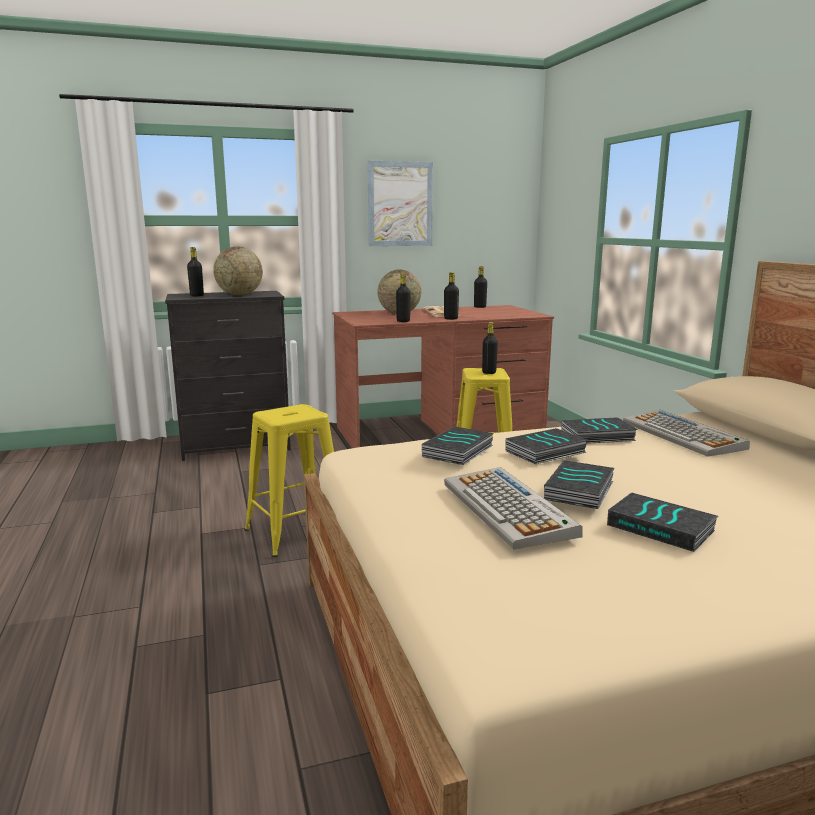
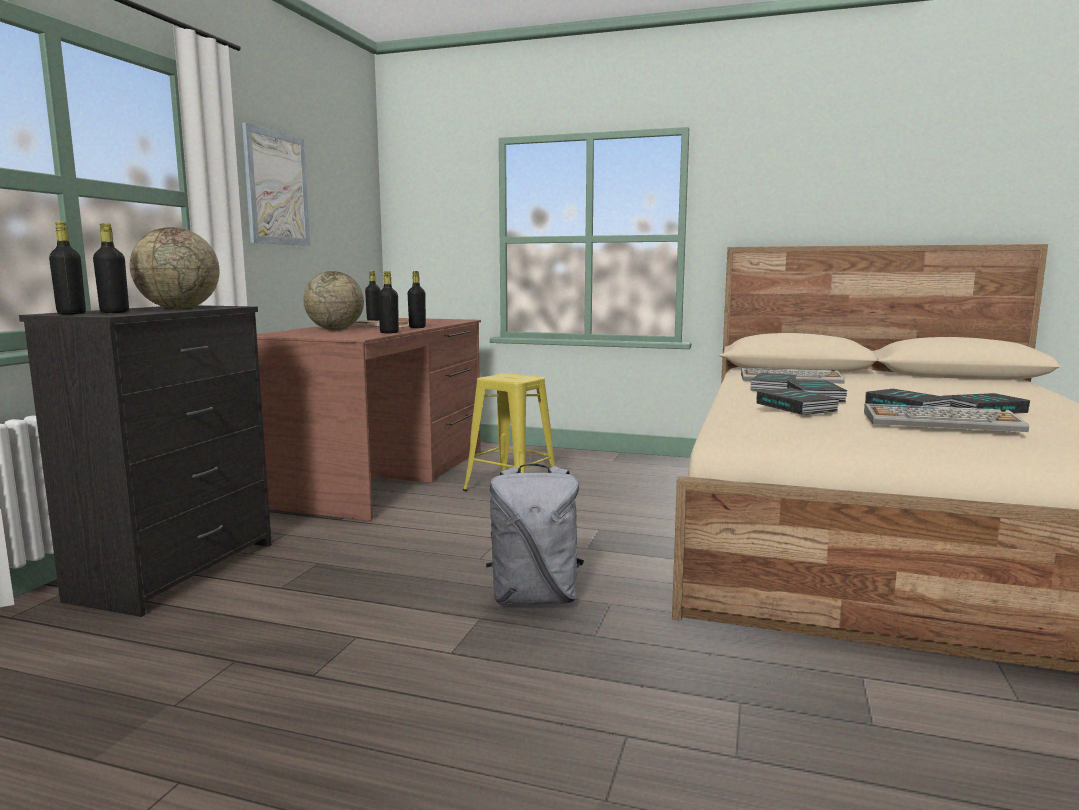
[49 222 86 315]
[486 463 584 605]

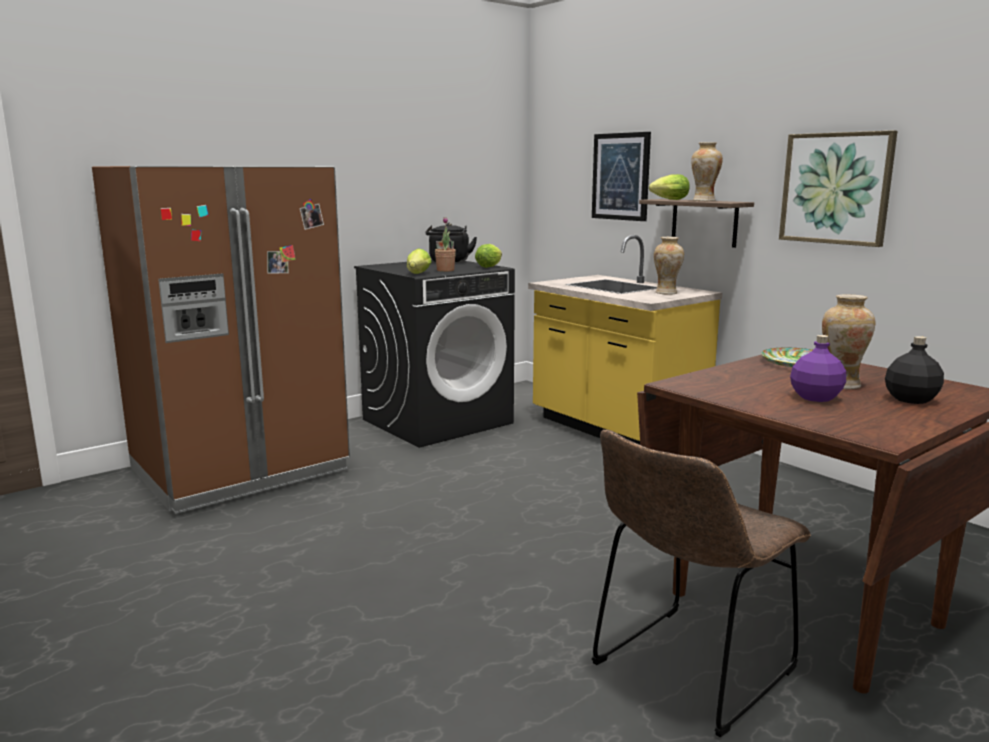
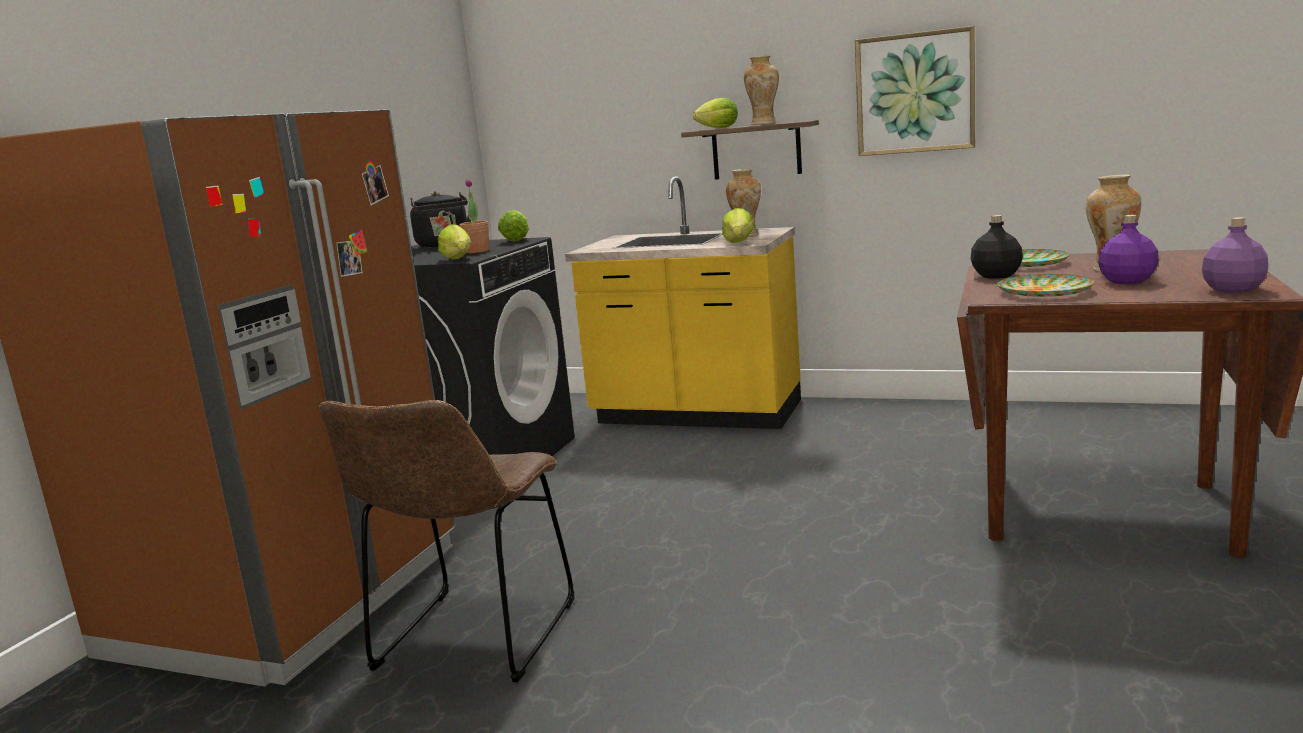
[592 132 651 221] (first image)
[722 208 754 243]
[997 274 1094 297]
[1202 217 1268 293]
[319 400 574 682]
[971 215 1023 279]

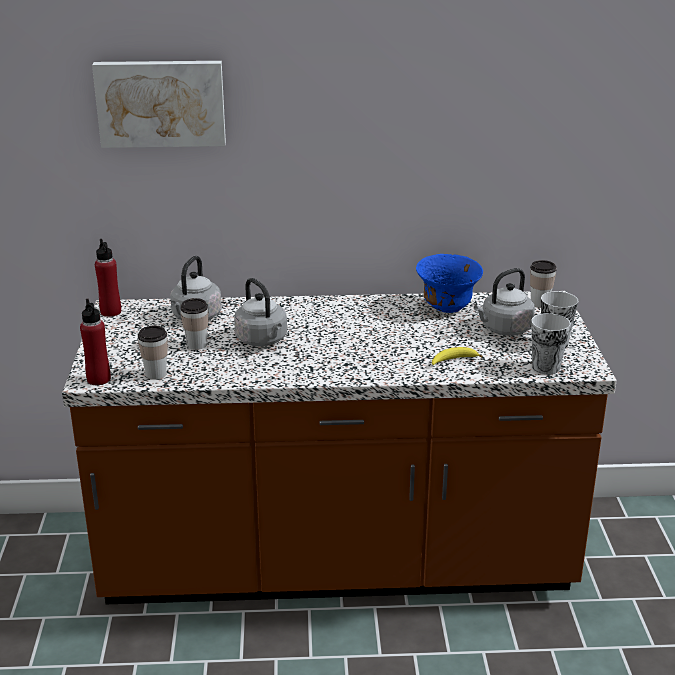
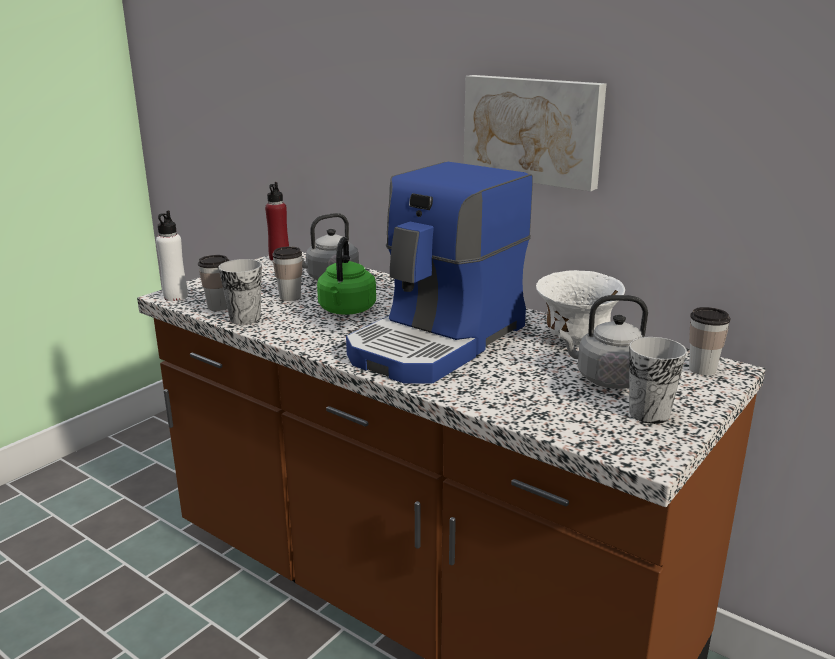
[432 347 483 365] (first image)
[346 162 533 384]
[464 75 606 192]
[219 259 262 325]
[156 211 188 301]
[317 237 376 315]
[536 270 625 346]

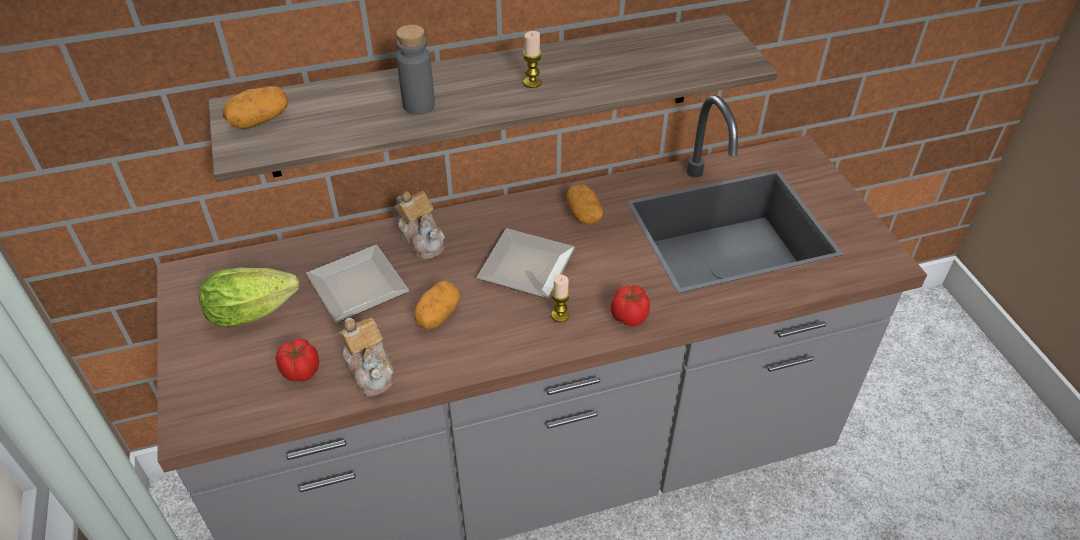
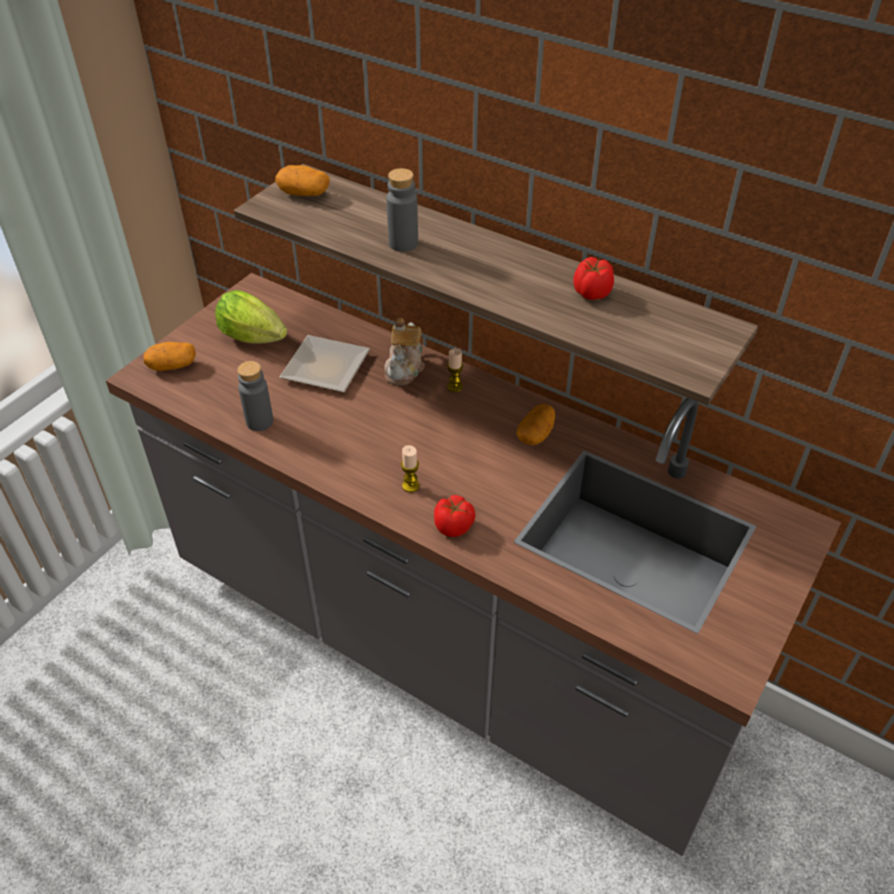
[477 229 575 299] (first image)
[573 257 614 300]
[144 342 196 371]
[447 348 463 393]
[237 361 273 431]

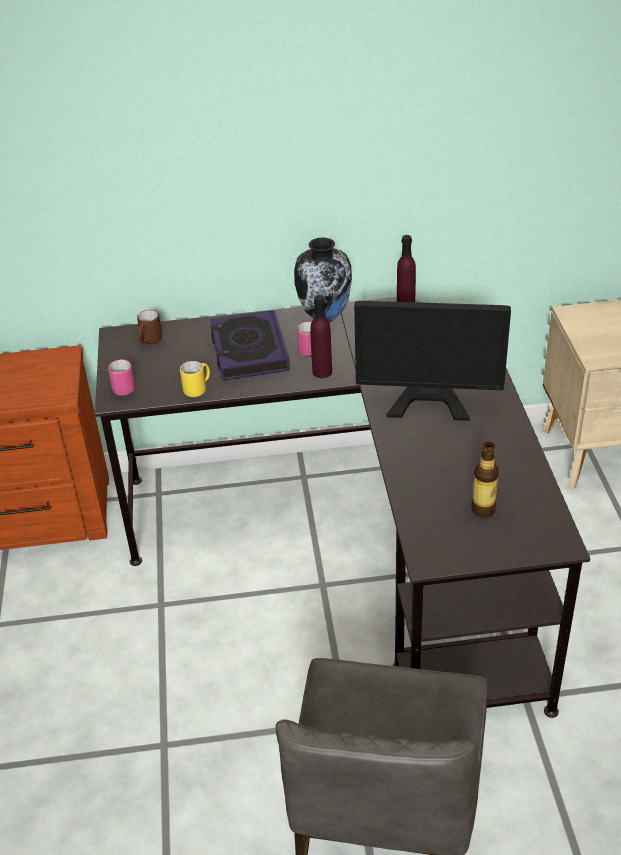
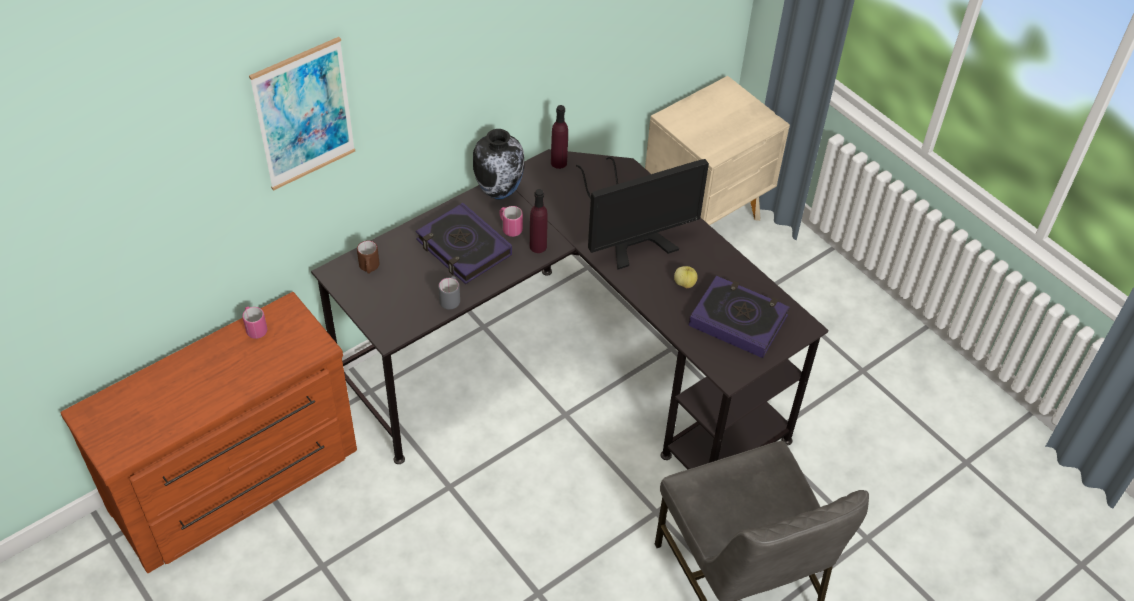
[249 37 355 191]
[674 266 698 288]
[242 307 267 339]
[689 276 790 358]
[438 276 460 309]

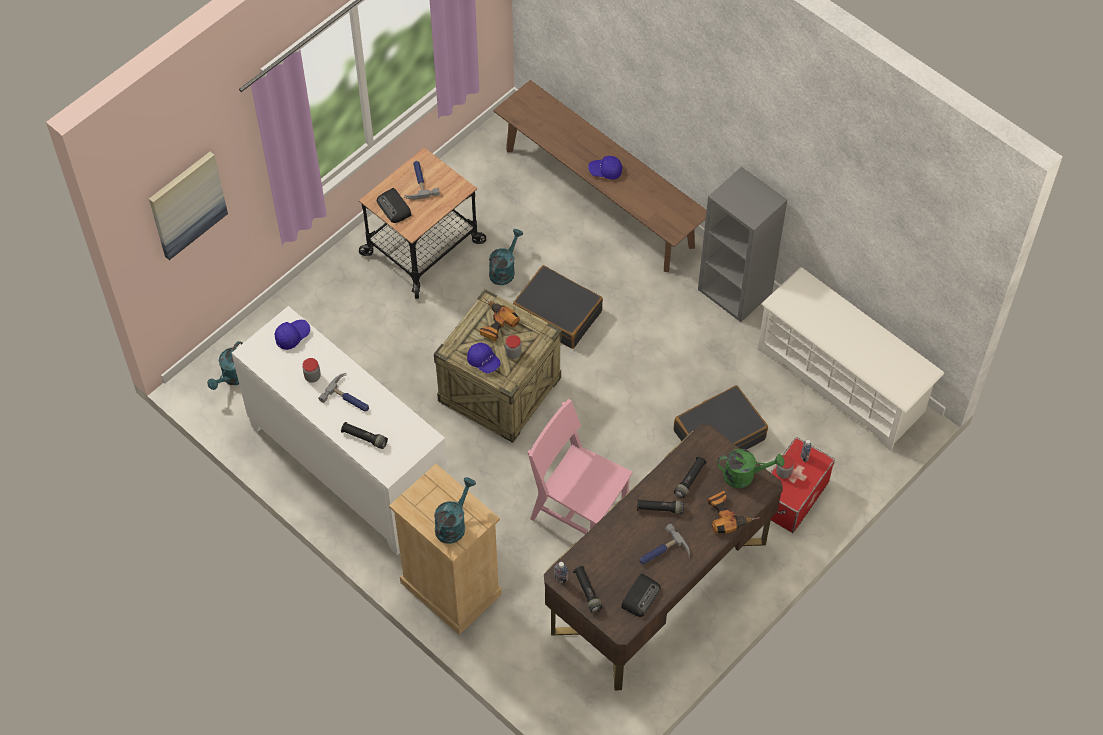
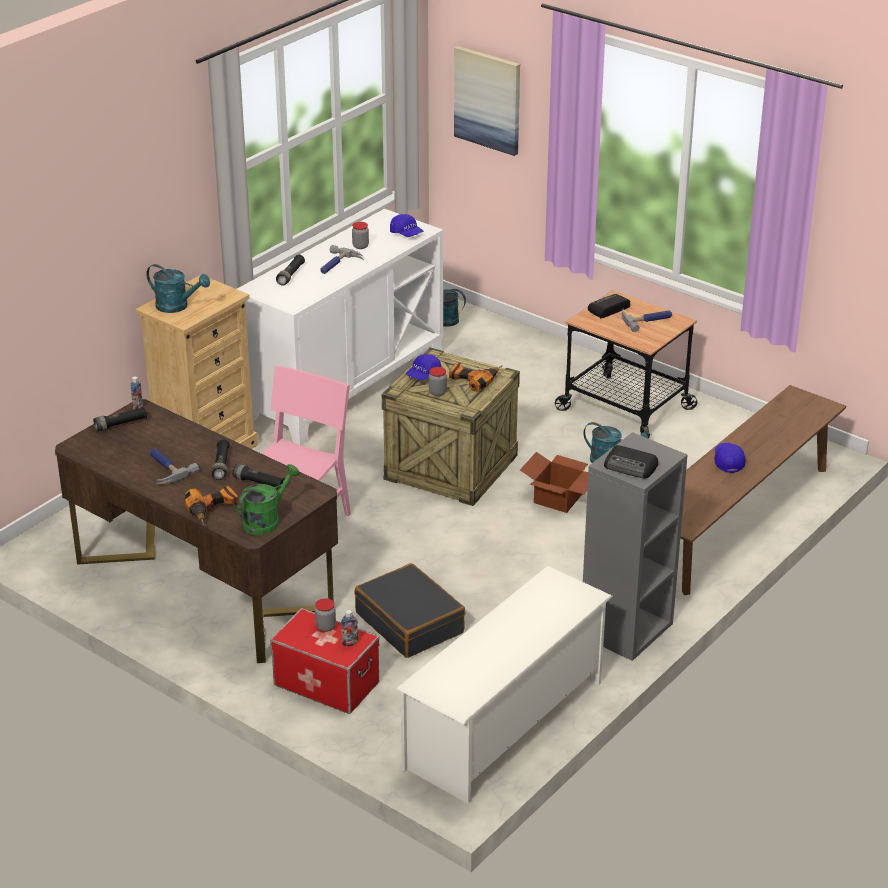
[604 445 658 478]
[520 452 588 513]
[237 464 300 535]

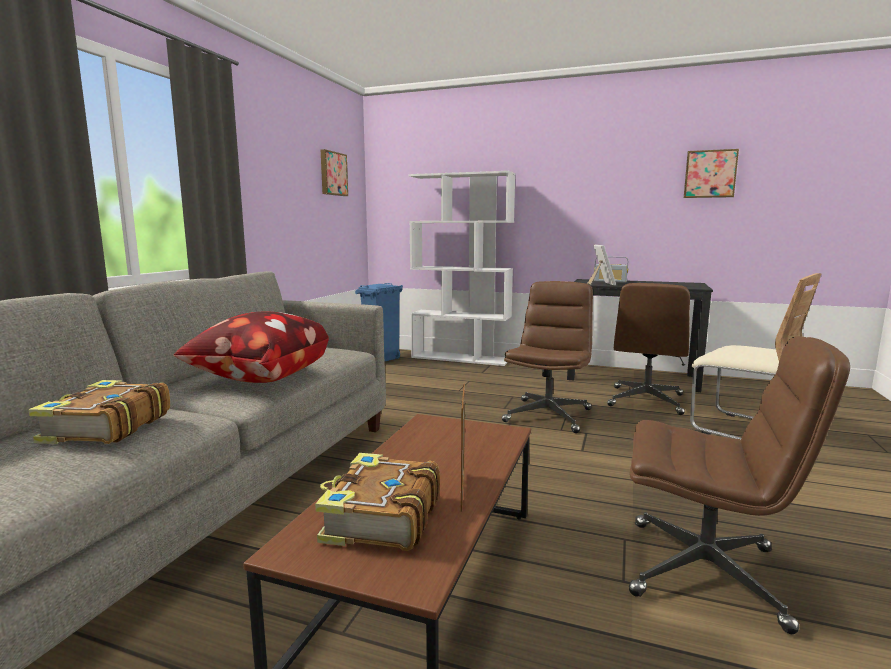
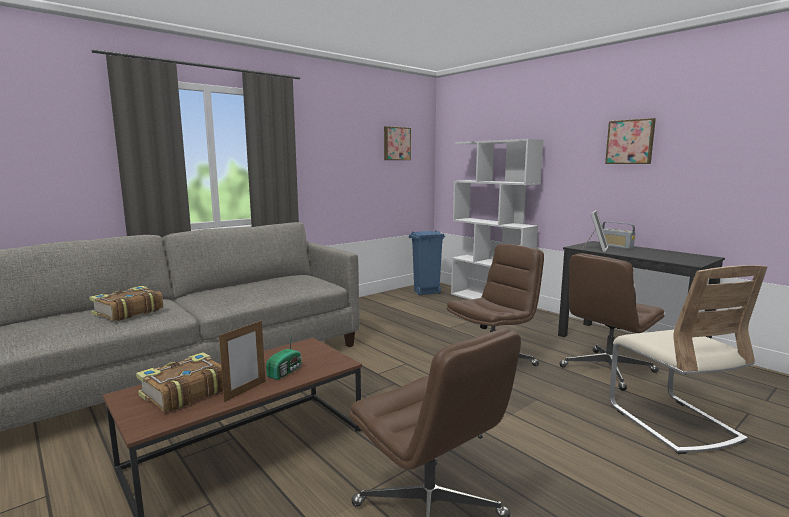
[173 311 329 383] (first image)
[266 330 302 380]
[605 118 656 164]

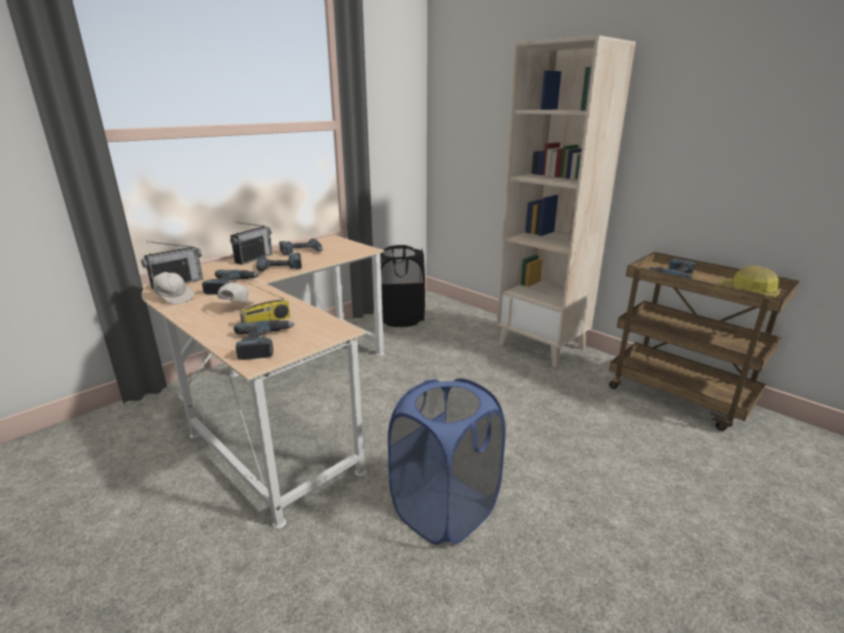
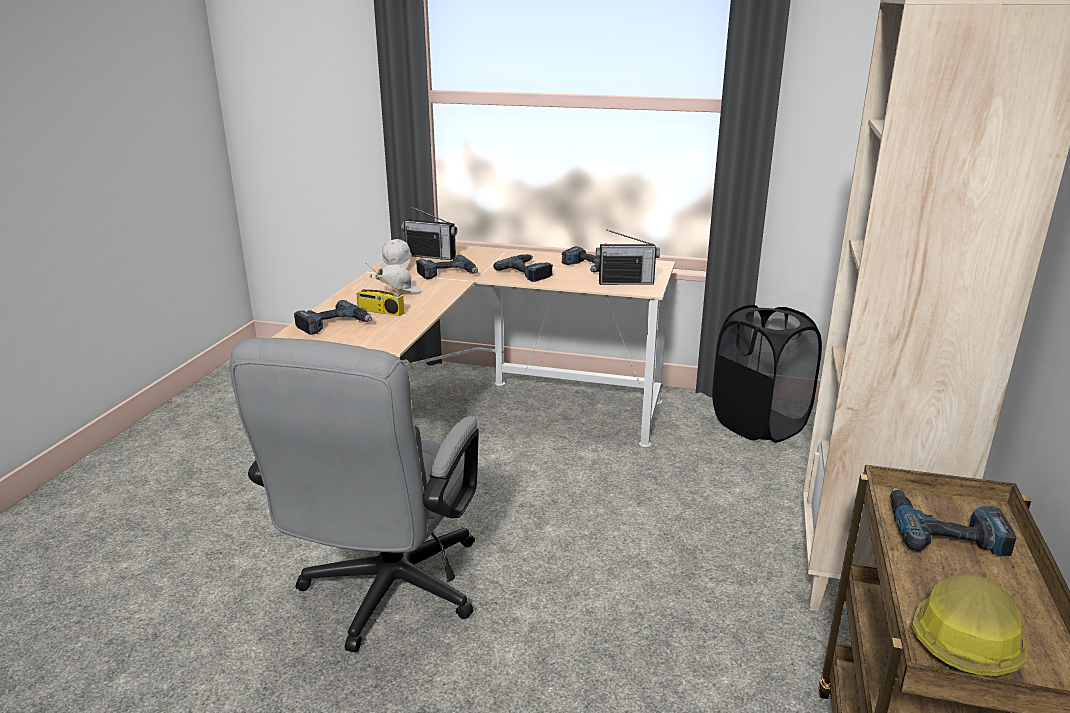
[596 229 660 285]
[230 338 479 652]

